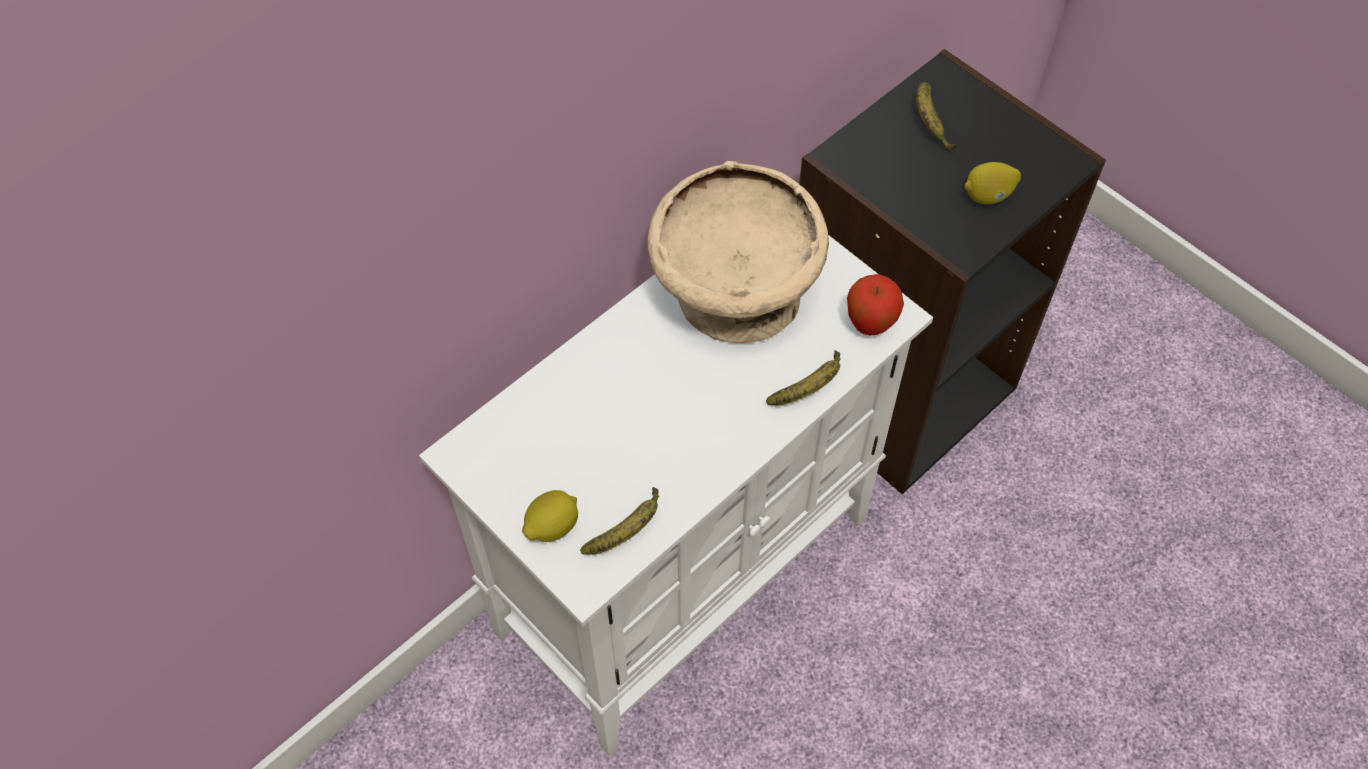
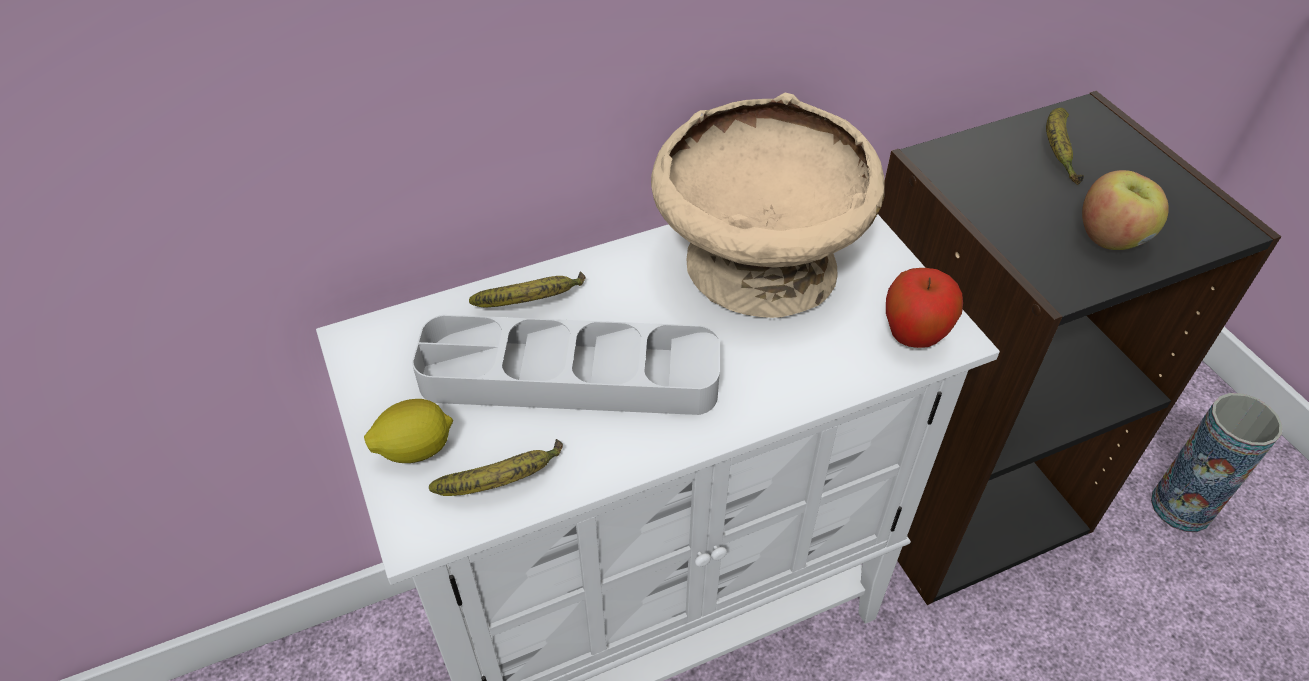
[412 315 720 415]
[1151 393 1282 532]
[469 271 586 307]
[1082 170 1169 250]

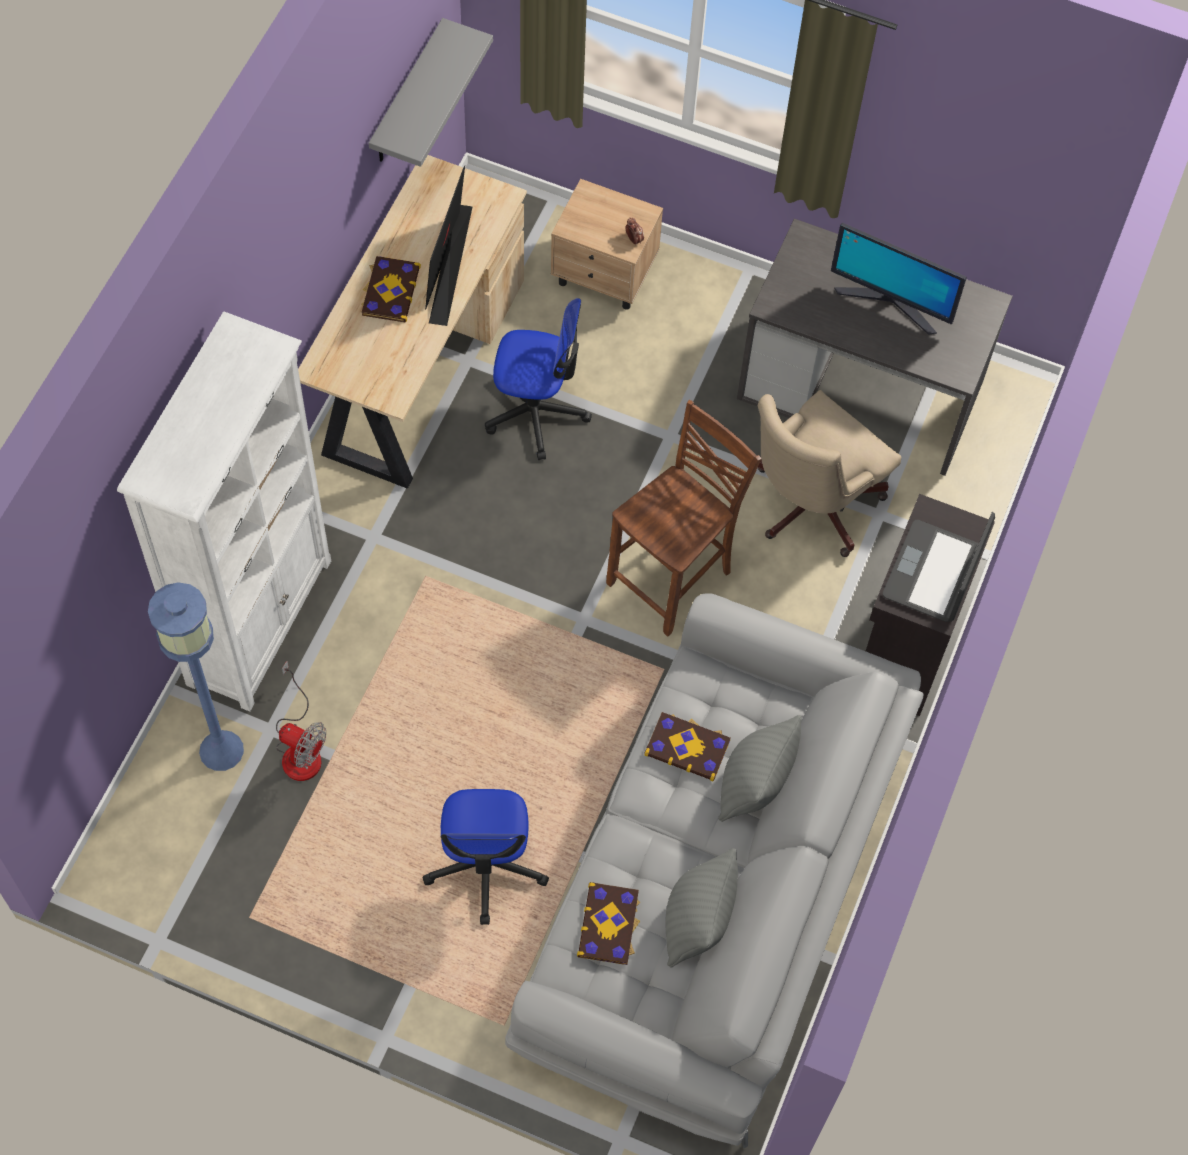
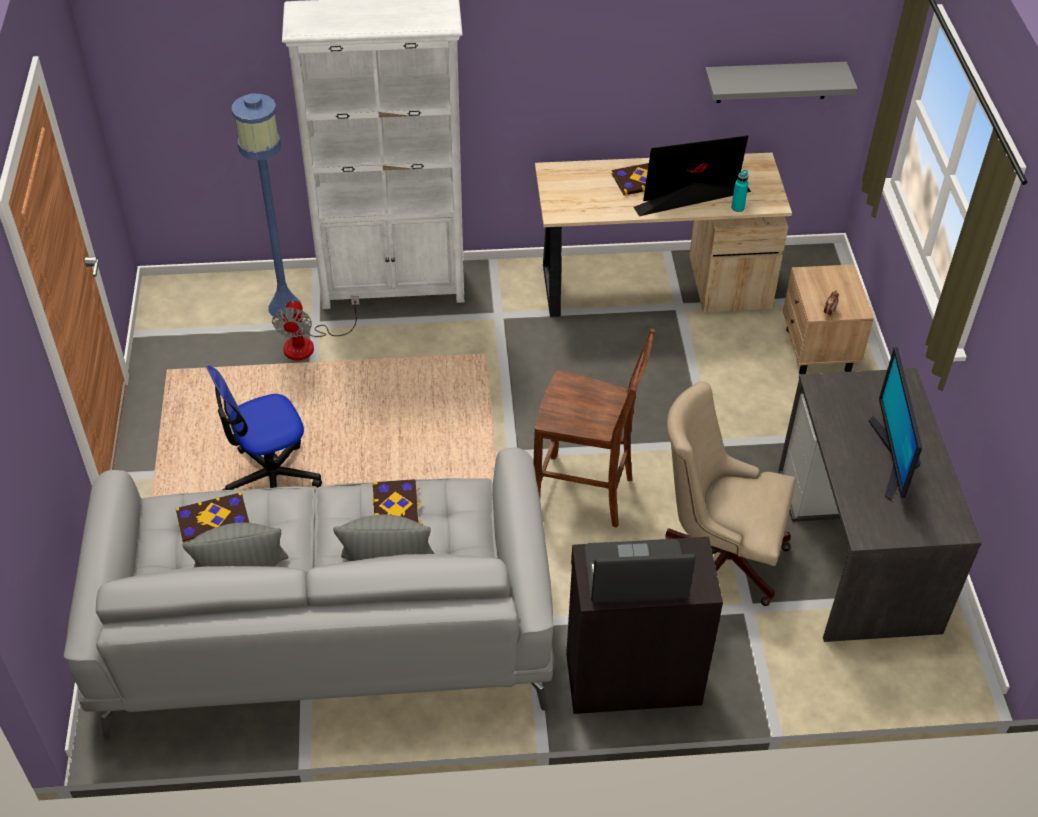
[485 298 592 460] (first image)
[731 170 749 212]

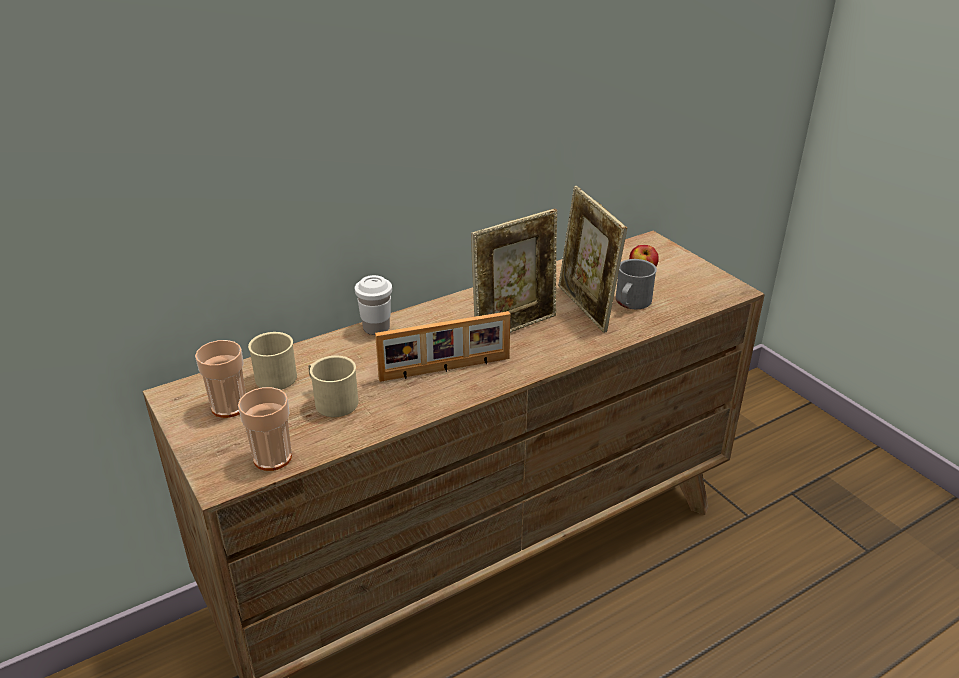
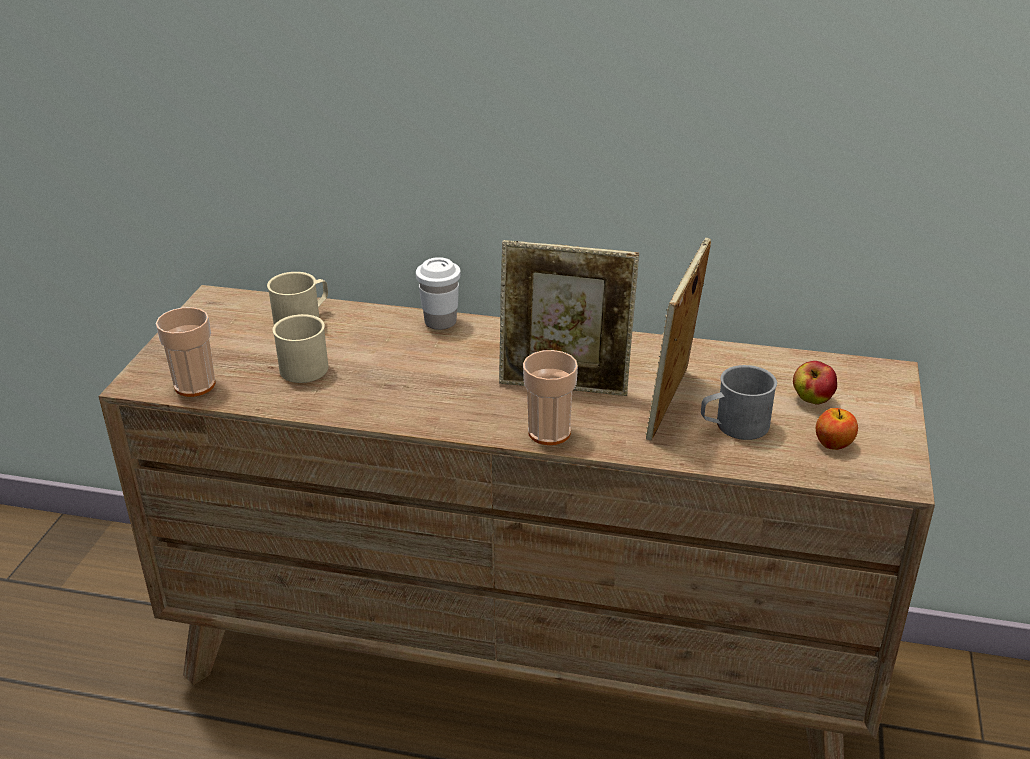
[375 311 510 382] (first image)
[816 408 858 450]
[523 350 578 445]

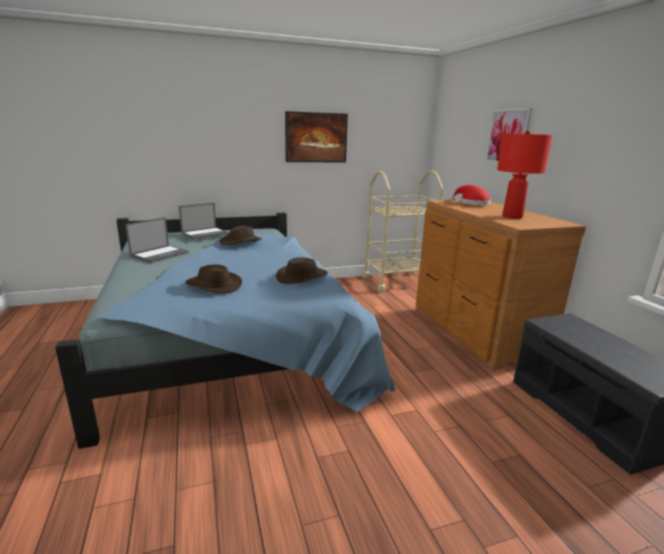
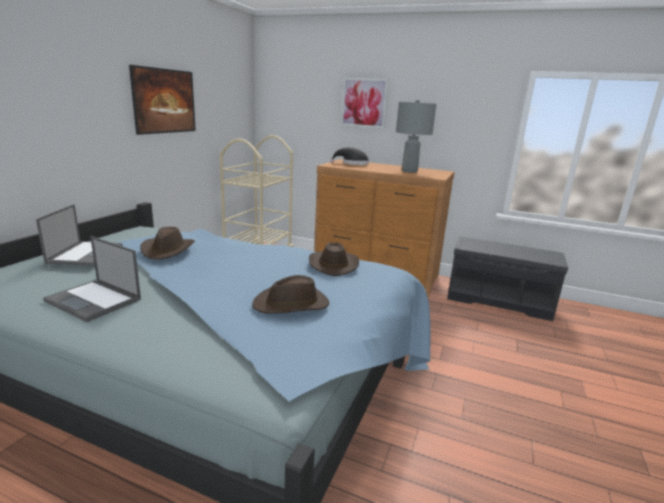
[330 147 369 165]
[396 100 436 173]
[43 236 141 322]

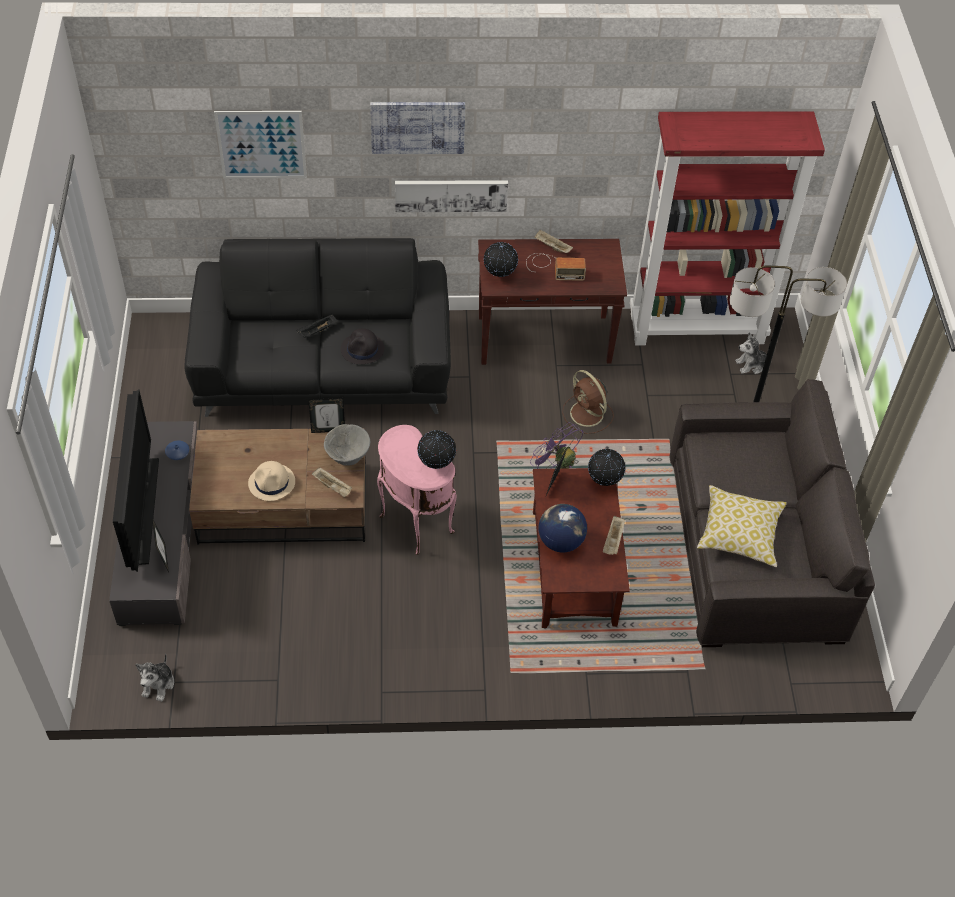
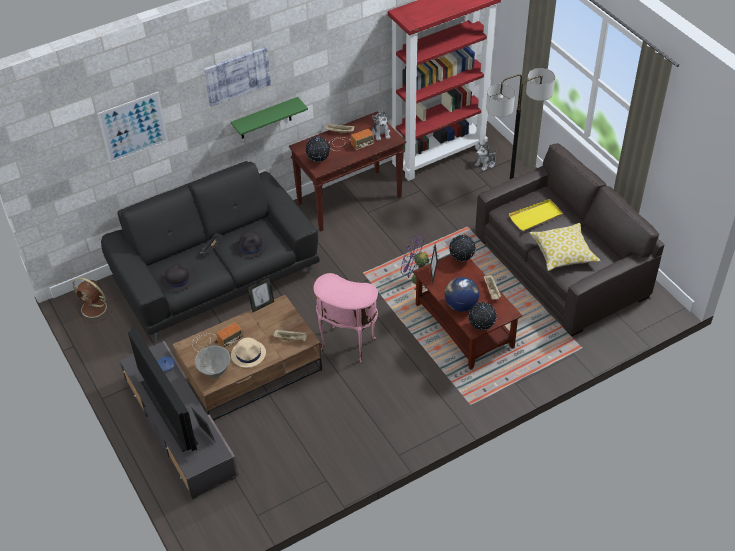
[161 264 194 291]
[192 322 243 352]
[509 199 563 231]
[372 111 390 141]
[195 345 230 378]
[469 302 497 330]
[73 277 114 323]
[231 97 308 139]

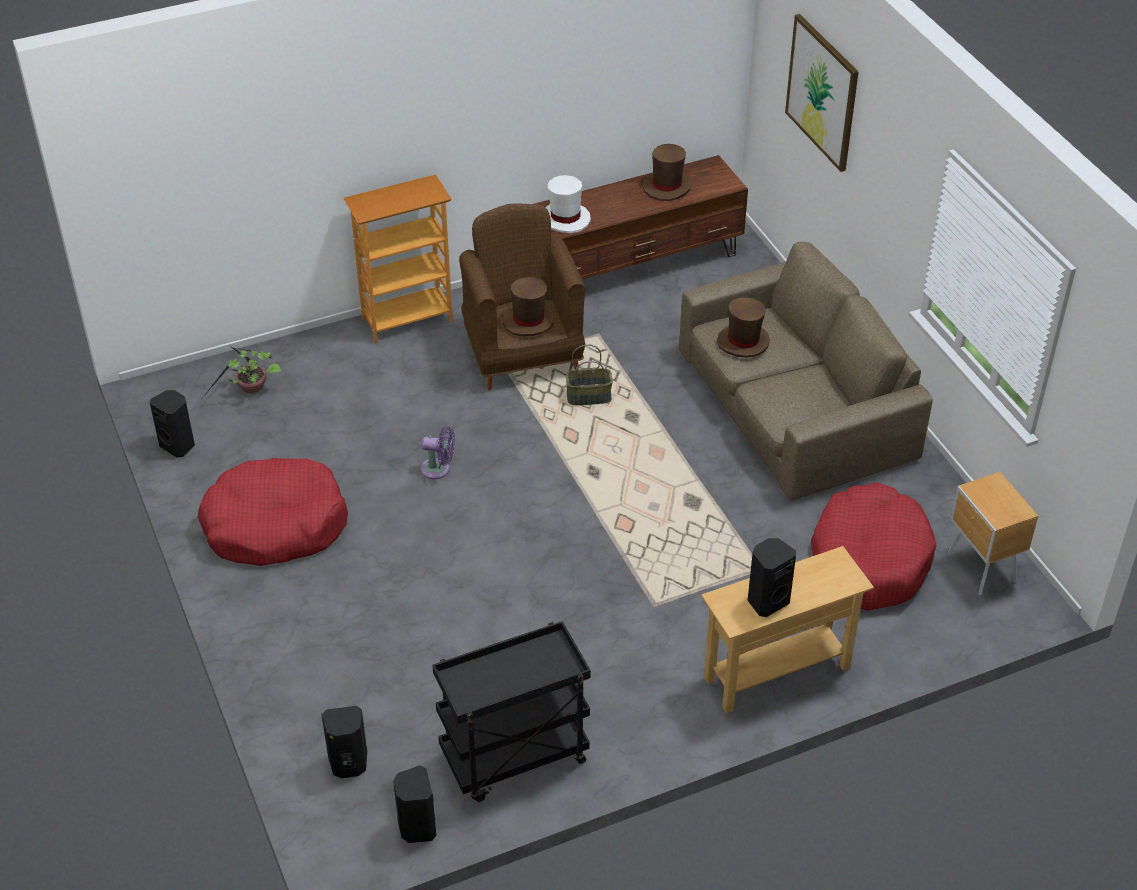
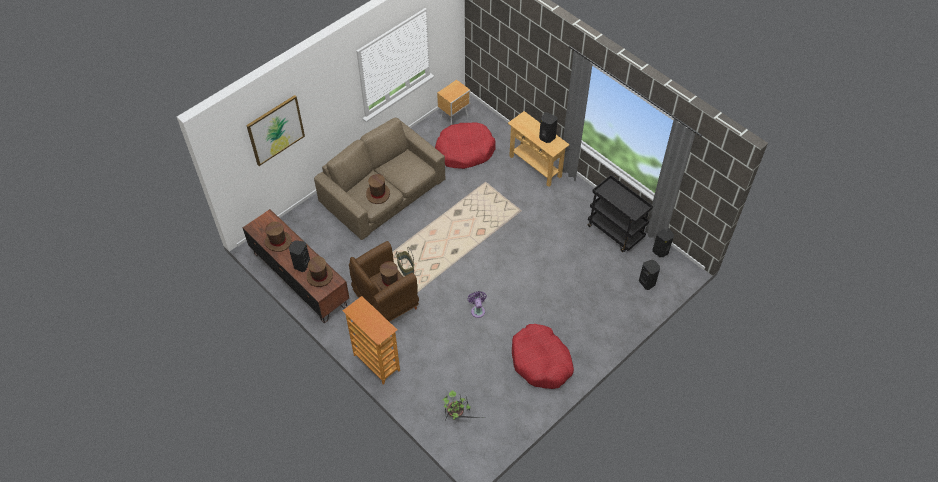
[289 240 310 272]
[307 256 333 287]

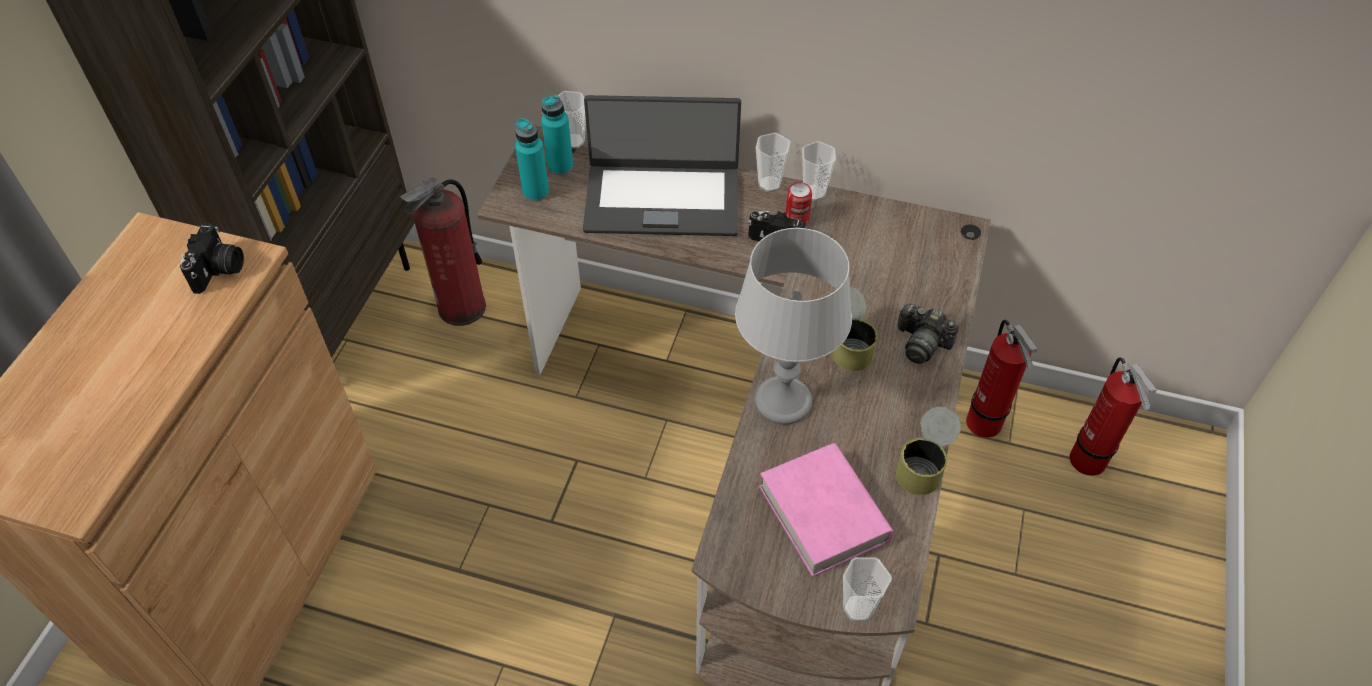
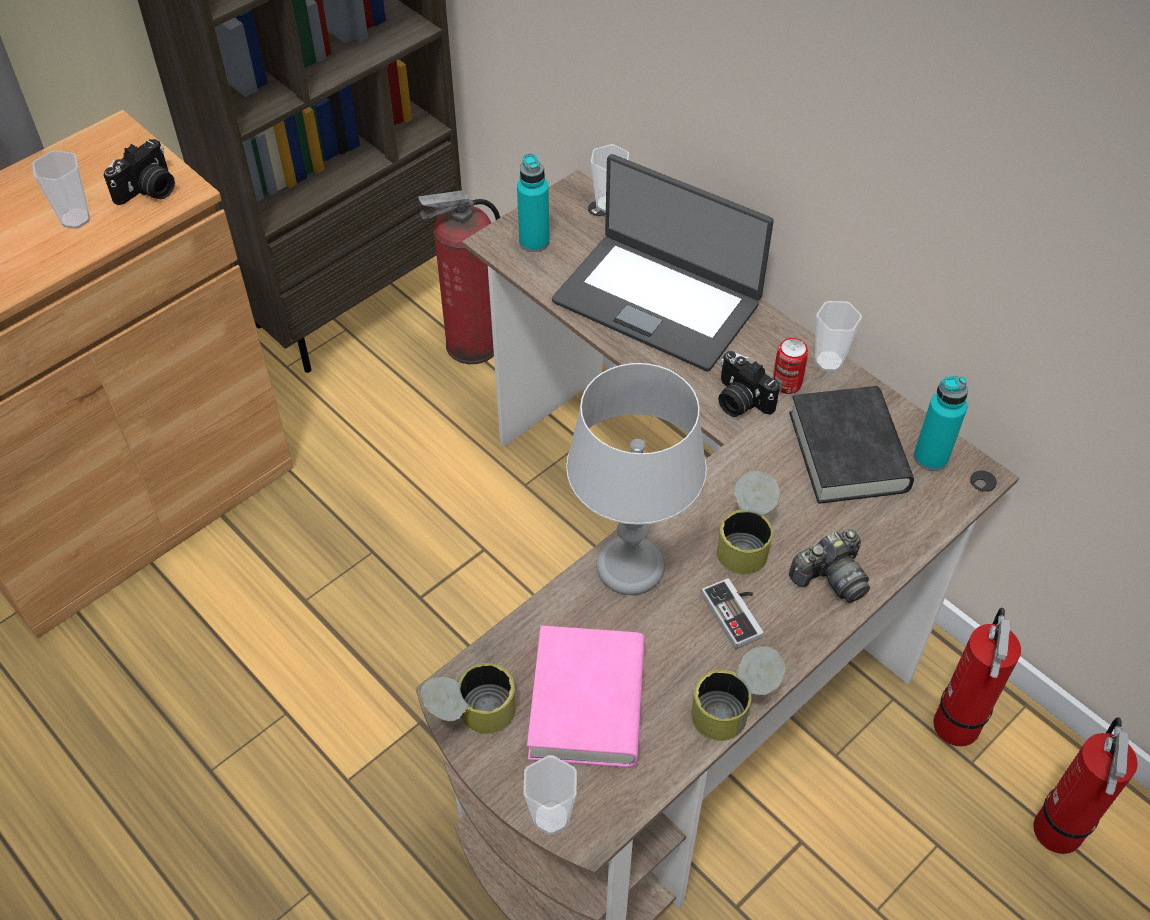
[420 663 516 734]
[702 578 764 649]
[789 386 914 504]
[914 376 968 471]
[32 150 90 229]
[789 529 870 603]

